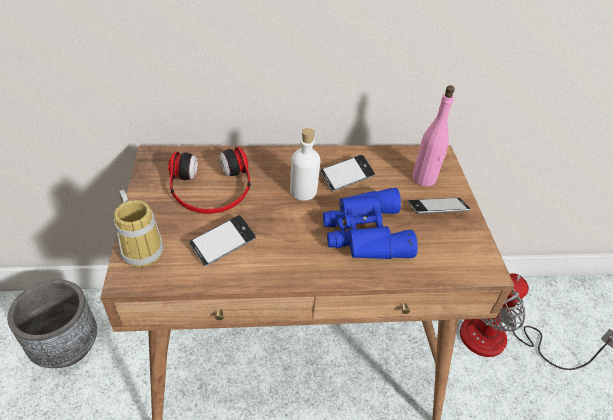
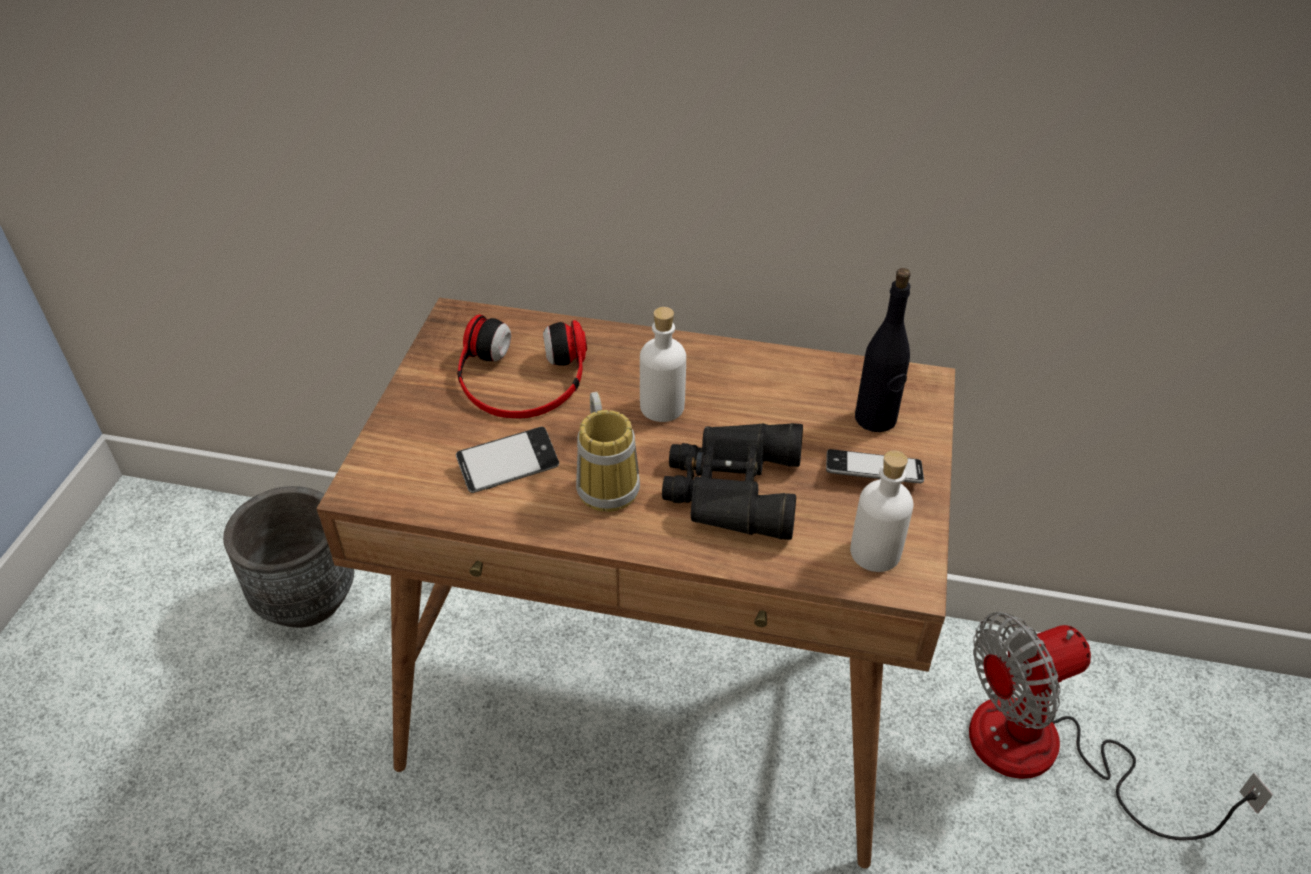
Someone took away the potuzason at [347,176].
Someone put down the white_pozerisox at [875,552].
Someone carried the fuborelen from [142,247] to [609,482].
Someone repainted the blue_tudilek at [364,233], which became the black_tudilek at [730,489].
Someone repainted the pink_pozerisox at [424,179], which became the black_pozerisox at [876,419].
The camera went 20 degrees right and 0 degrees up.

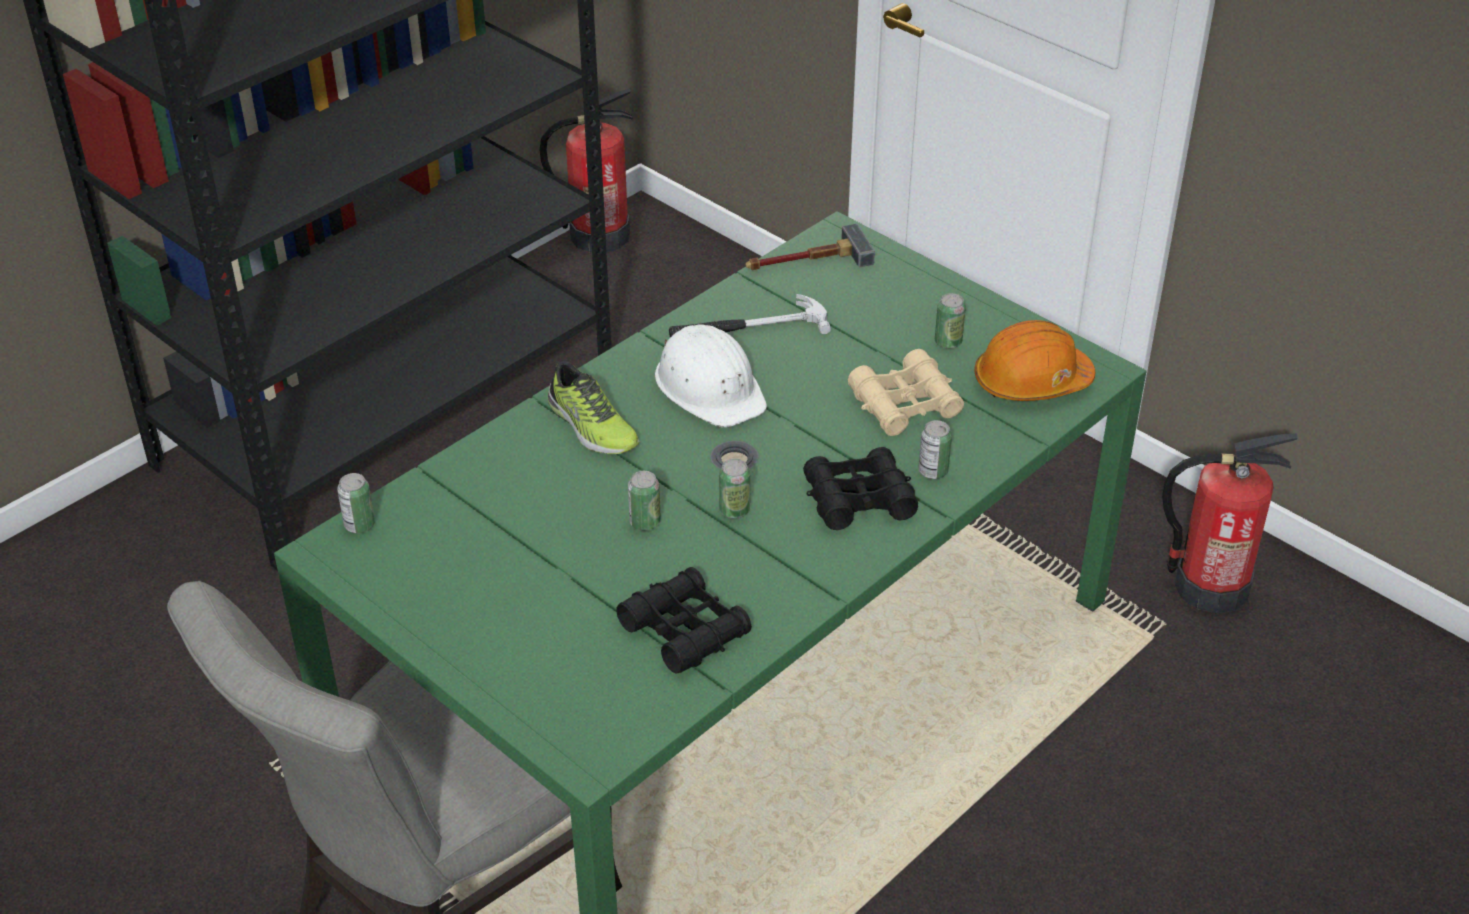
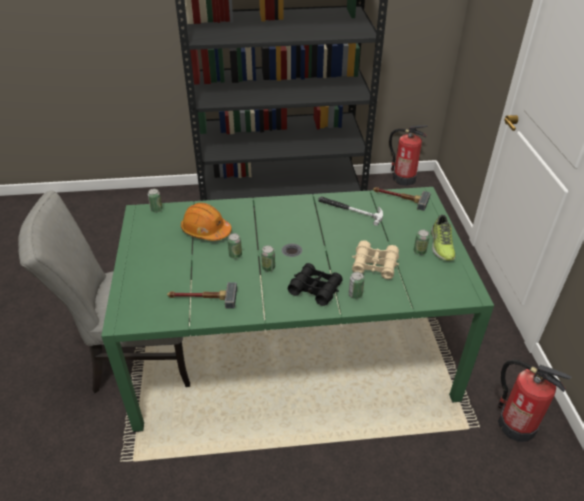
Someone took away the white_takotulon at [710,387].
Someone carried the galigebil from [591,426] to [441,245].
Someone carried the orange_takotulon from [1031,382] to [206,230].
Someone swapped the black_tudilek at [684,630] for the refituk at [201,298].
The camera went 40 degrees right and 0 degrees up.

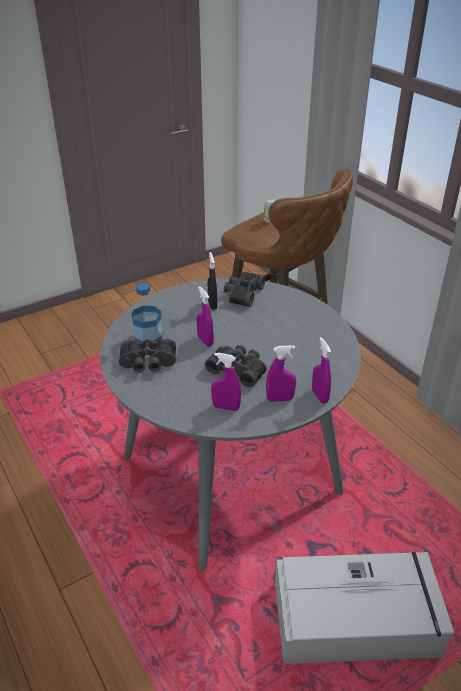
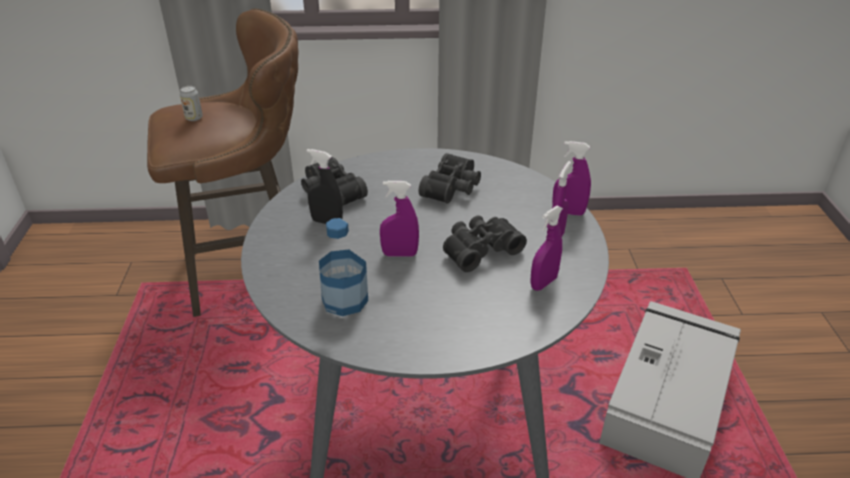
Someone carried the black_tudilek from [148,363] to [453,188].
The camera went 60 degrees left and 0 degrees up.

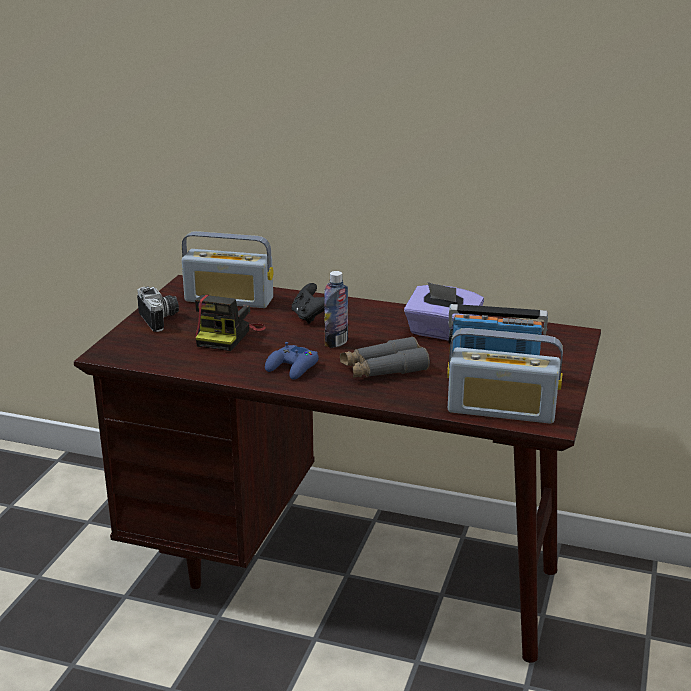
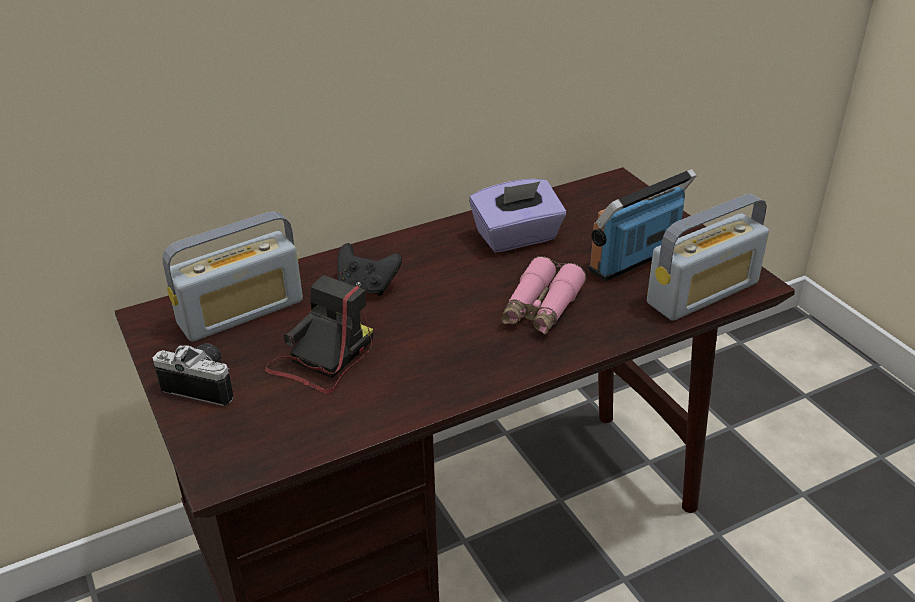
Someone took away the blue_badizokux at [292,368].
Someone took away the pozerisox at [336,342].
Someone repainted the grey_tudilek at [383,369], which became the pink_tudilek at [541,308].
Someone rotated the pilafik at [228,336] by 120 degrees counterclockwise.
The camera went 45 degrees left and 10 degrees up.

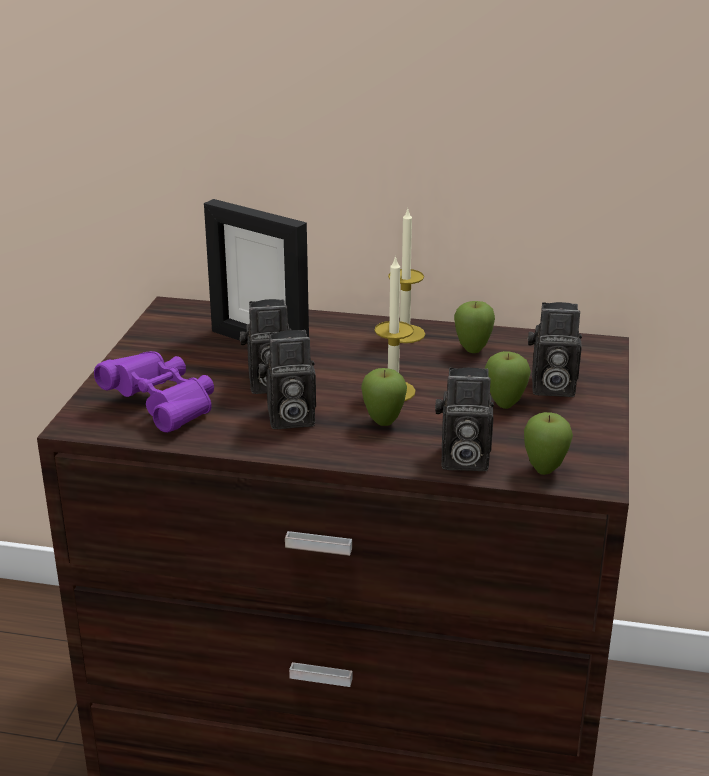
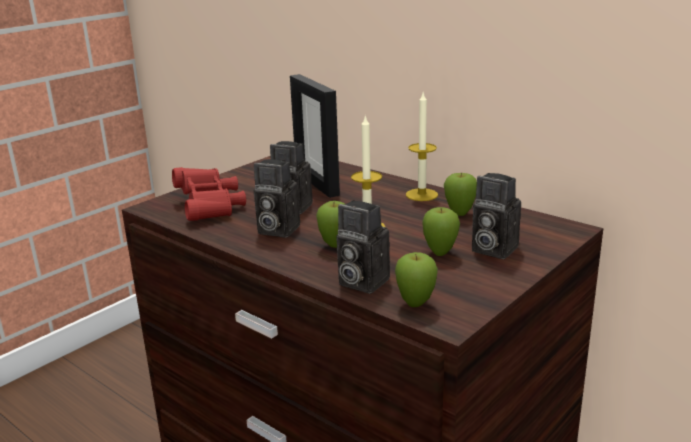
Someone repainted the purple_tudilek at [163,407], which became the red_tudilek at [210,207].
The camera went 30 degrees right and 5 degrees down.

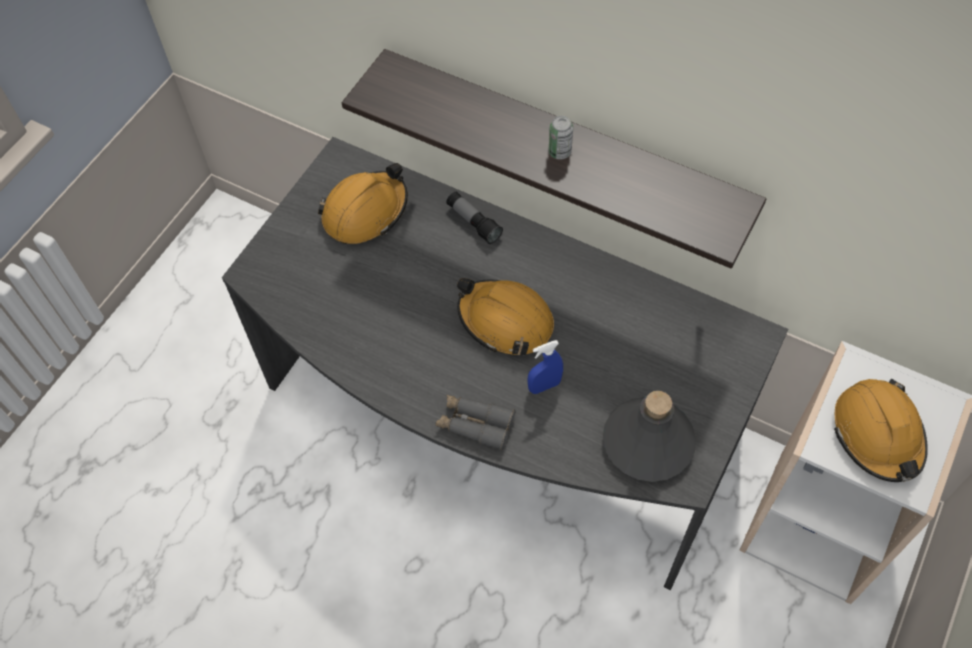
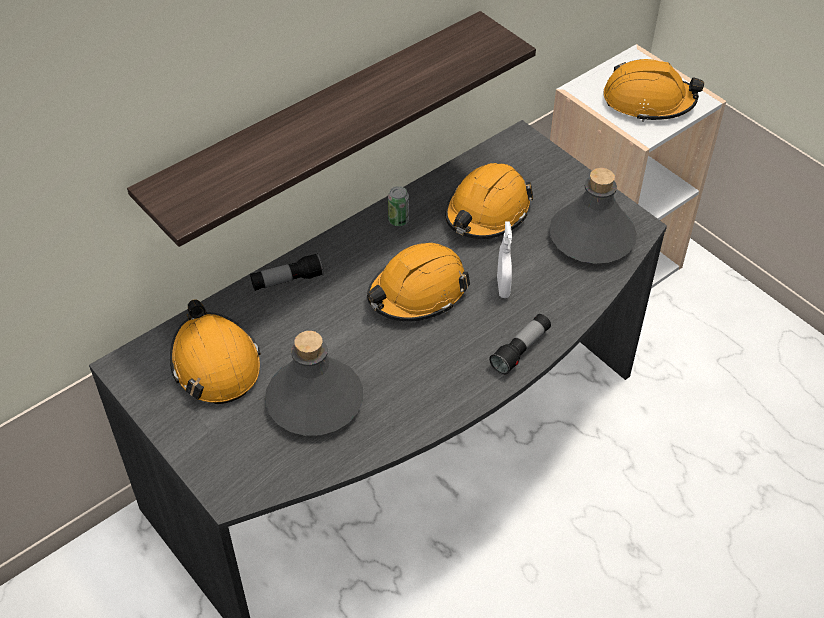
Someone put down the grey_pozerisox at [315,400].
Someone put down the orange_takotulon at [487,212].
Someone carried the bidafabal from [559,152] to [398,220].
Someone swapped the grey_tudilek at [475,424] for the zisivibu at [521,350].
Someone repainted the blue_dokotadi at [544,386], which became the white_dokotadi at [503,287].
The camera went 70 degrees left and 10 degrees down.

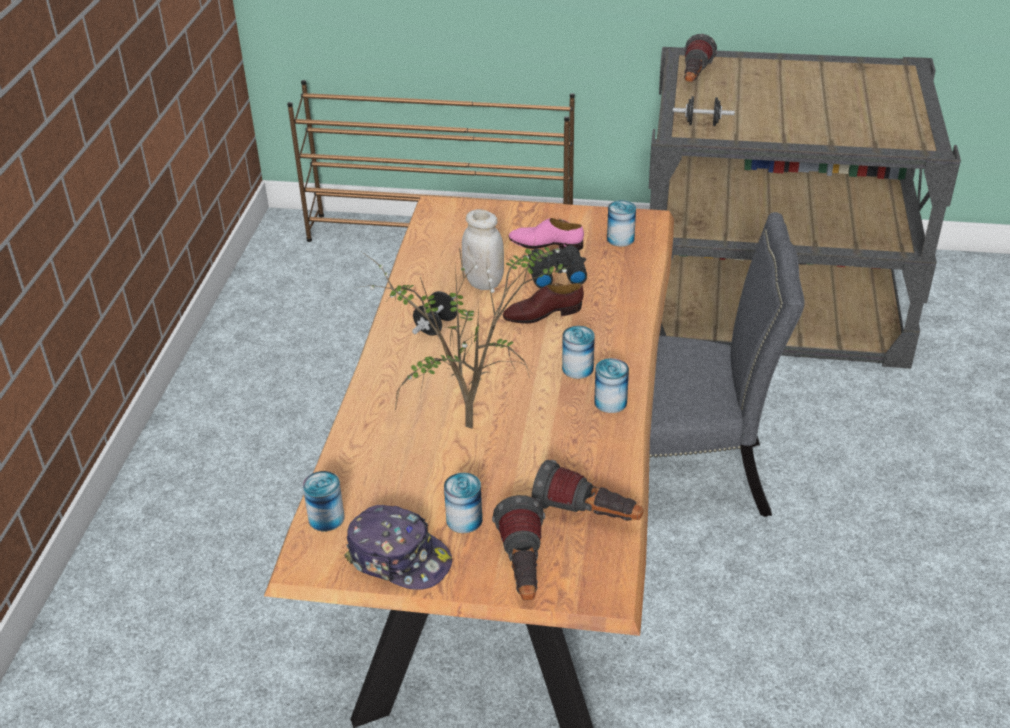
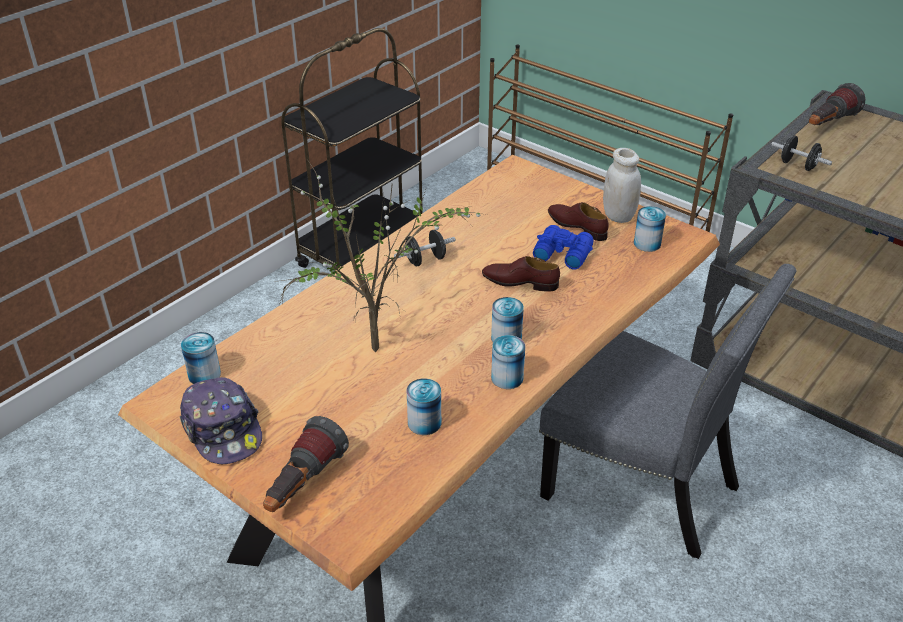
Someone took away the zisivibu at [587,515].
Someone put down the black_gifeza at [362,251].
Someone carried the bidafabal from [464,520] to [424,423].
Someone carried the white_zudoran from [484,282] to [618,216].
Someone repainted the pink_galigebil at [546,244], which became the brown_galigebil at [577,226].
Someone repainted the black_tudilek at [555,274], which became the blue_tudilek at [562,253].
The camera went 30 degrees right and 0 degrees up.

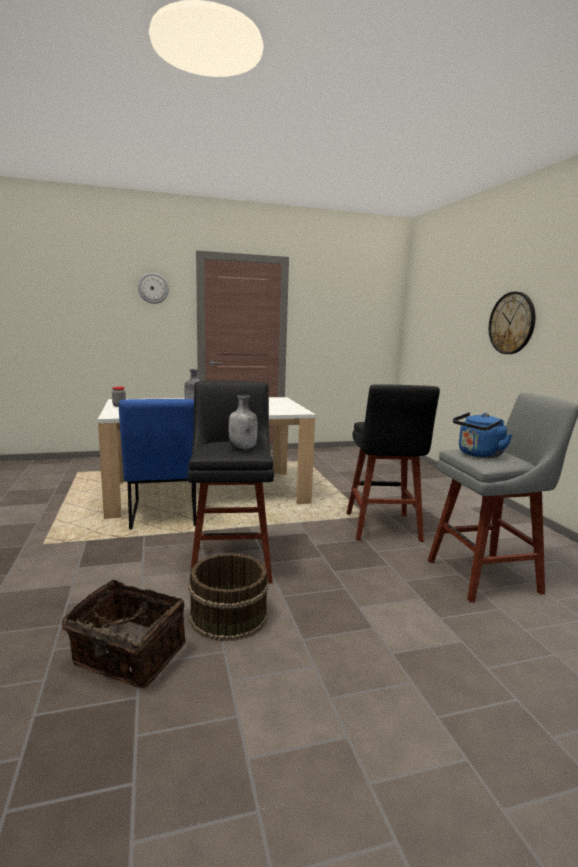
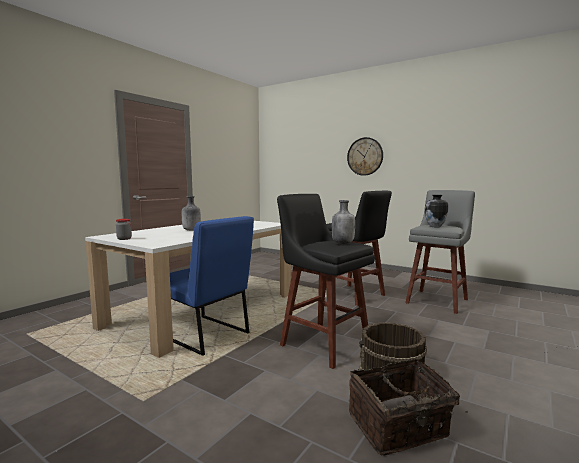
Someone took away the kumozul at [153,288].
Someone swapped the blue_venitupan at [478,455] for the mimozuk at [435,226].
The camera went 40 degrees left and 5 degrees down.

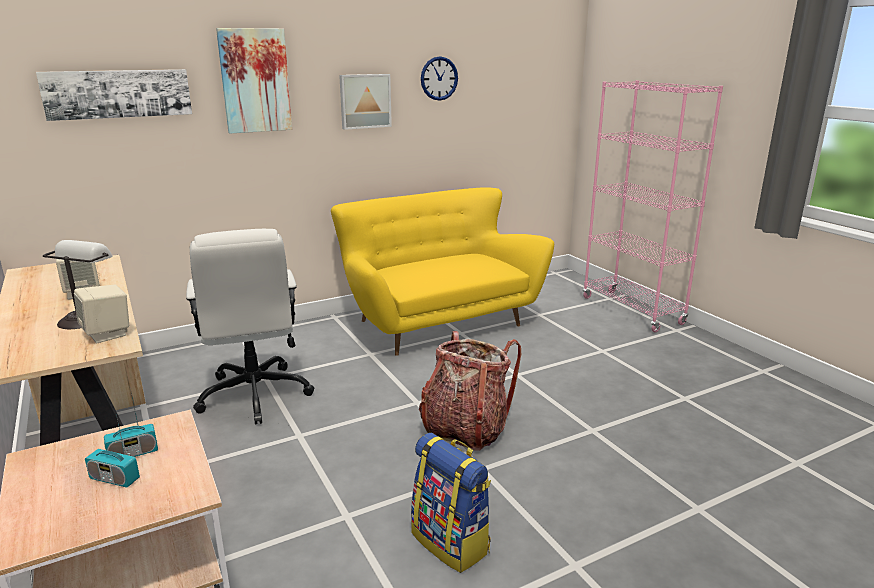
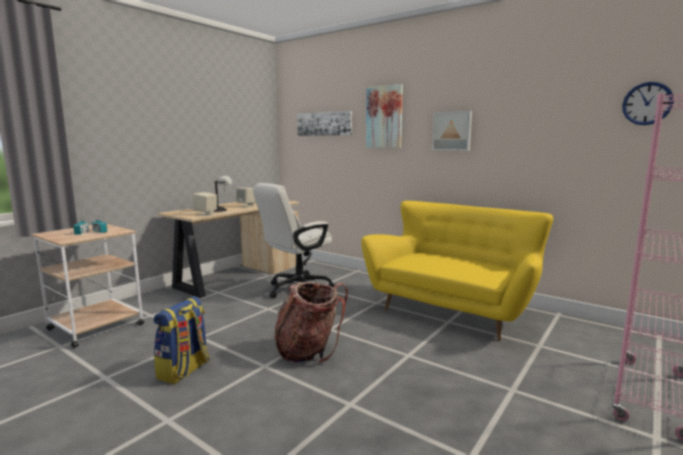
Someone carried the kumozul from [439,78] to [647,103].
The camera went 65 degrees right and 10 degrees down.

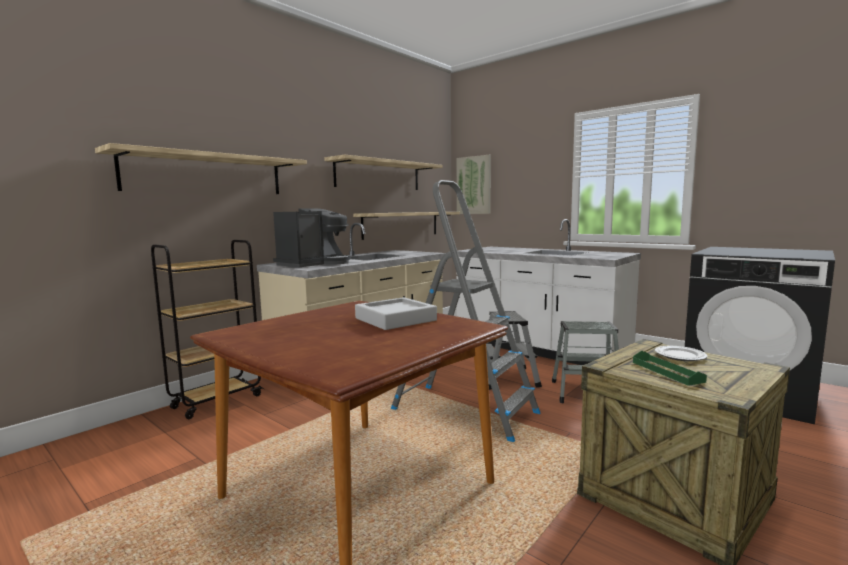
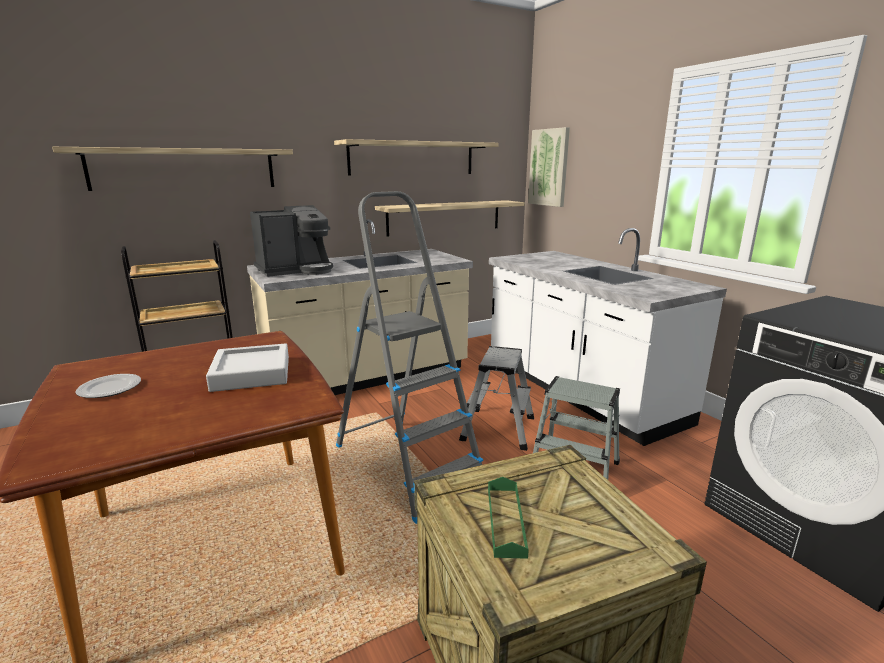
Someone carried the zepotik from [679,356] to [109,389].
The camera went 20 degrees right and 10 degrees up.

